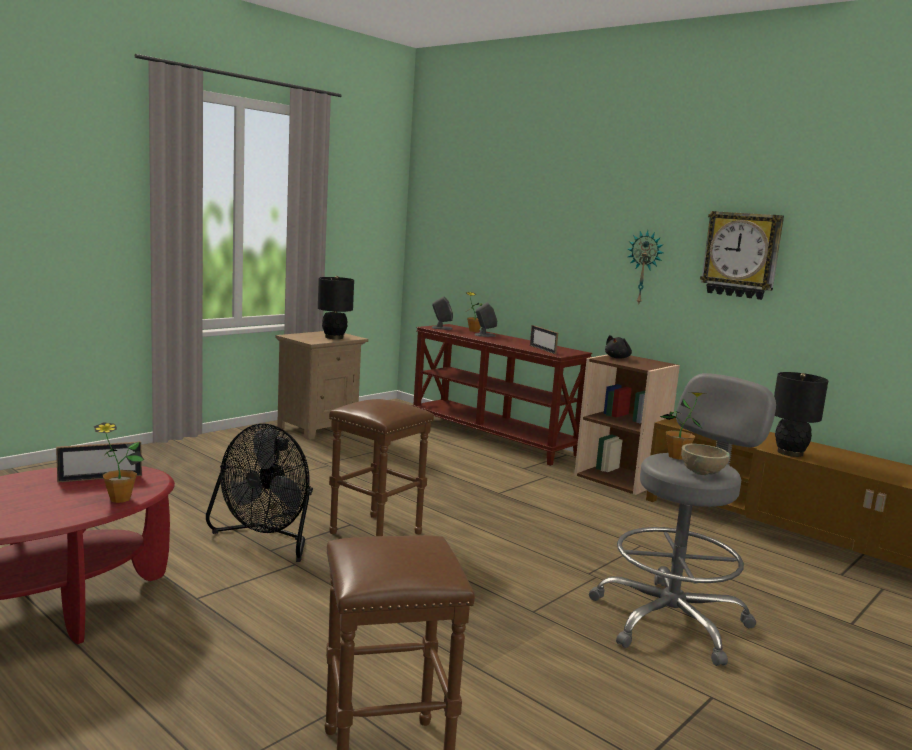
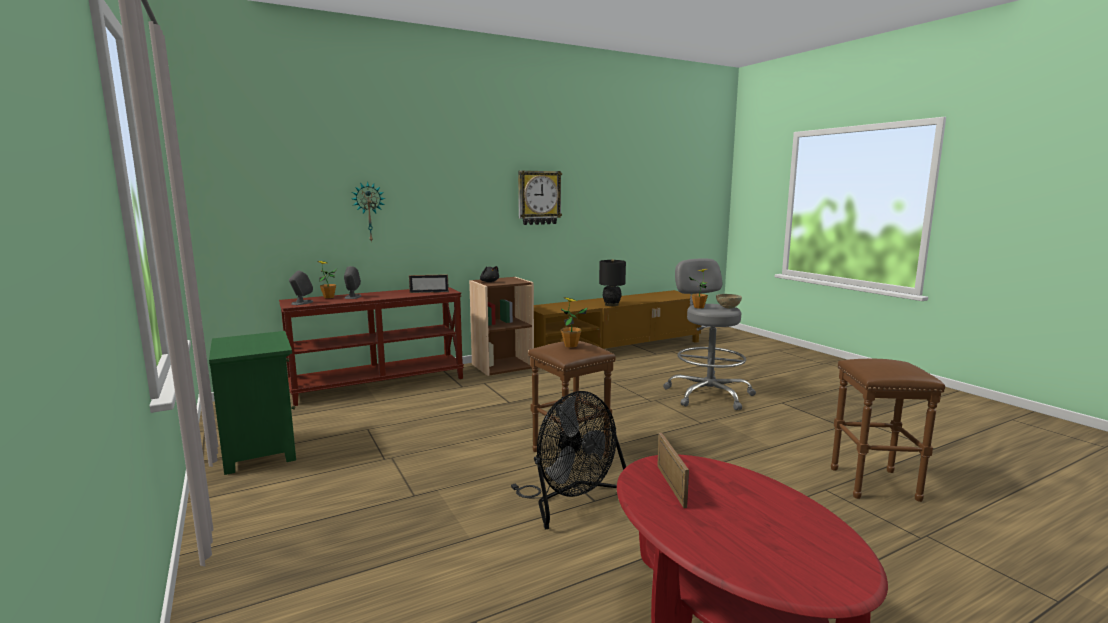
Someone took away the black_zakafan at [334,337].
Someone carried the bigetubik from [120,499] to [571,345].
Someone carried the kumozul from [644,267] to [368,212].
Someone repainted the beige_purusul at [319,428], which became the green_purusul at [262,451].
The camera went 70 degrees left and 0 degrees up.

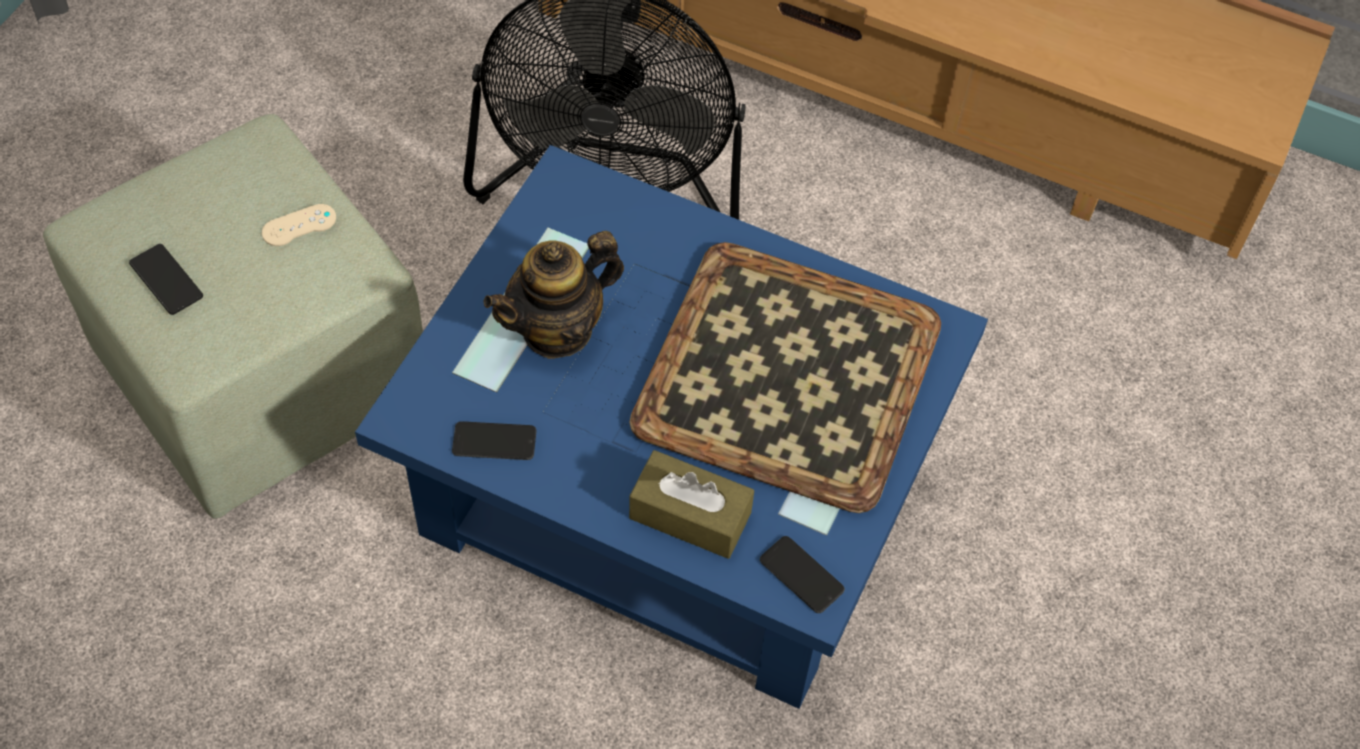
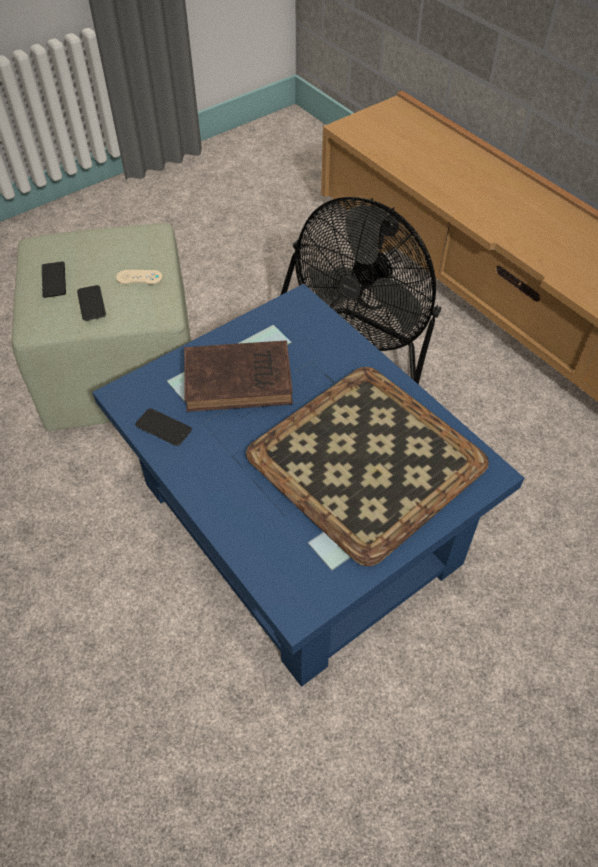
Someone took away the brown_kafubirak at [690,515].
Someone carried the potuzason from [801,575] to [91,303].
Someone swapped the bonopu at [557,329] for the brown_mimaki at [241,380].
The camera went 30 degrees right and 5 degrees down.

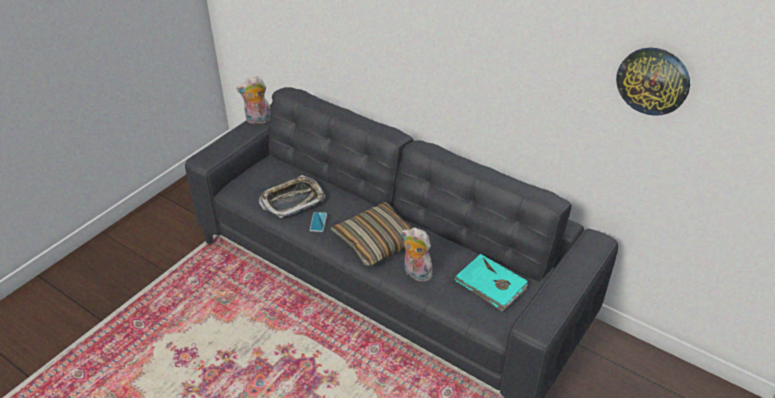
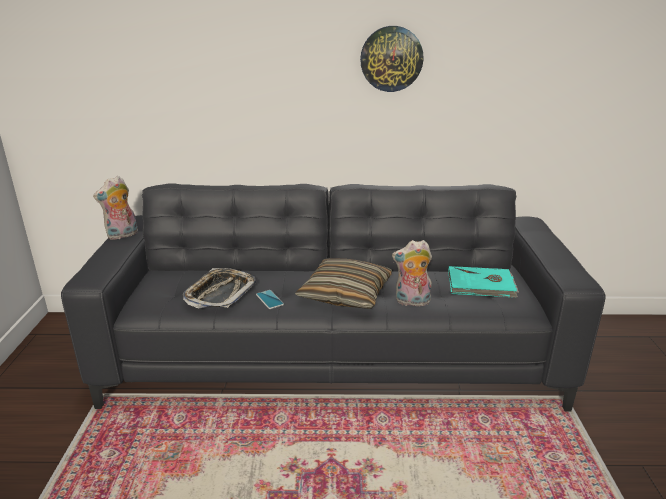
Someone carried the kumozul from [653,81] to [391,59].
The camera went 35 degrees left and 15 degrees down.

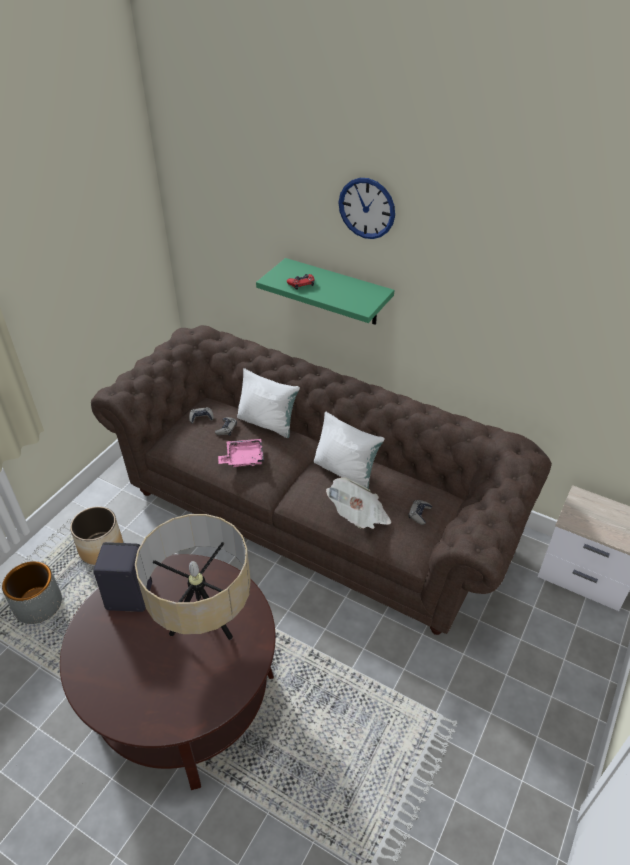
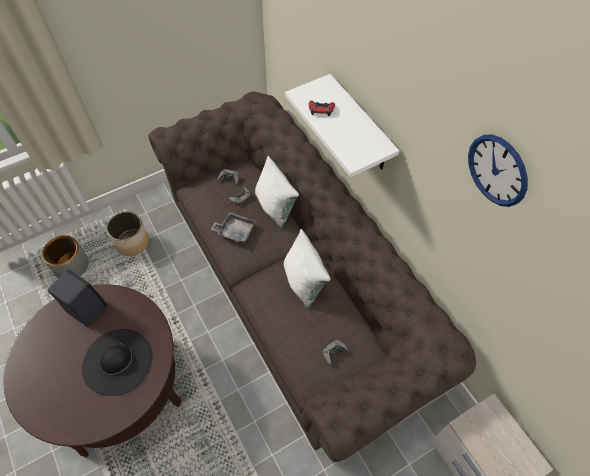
Someone took away the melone at [358,515].
Someone carried the kumozul from [367,208] to [497,170].
Someone swapped the beige_zakafan at [205,626] for the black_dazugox at [117,361].
Someone repainted the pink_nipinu at [243,458], which became the grey_nipinu at [235,231].
Someone repainted the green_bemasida at [337,292], which became the white_bemasida at [360,125].
The camera went 30 degrees right and 15 degrees up.

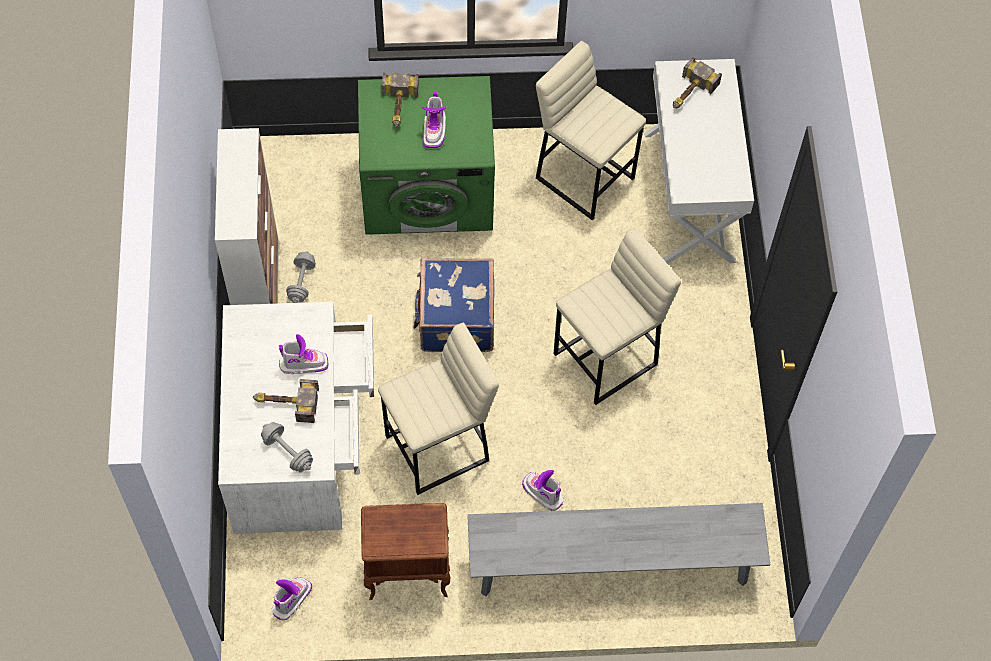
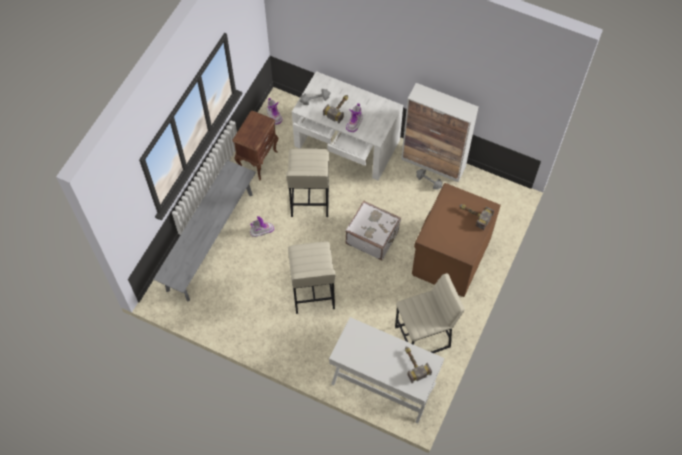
Someone took away the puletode at [434,130].
Someone repainted the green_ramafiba at [429,196], which became the brown_ramafiba at [449,258].
Someone repainted the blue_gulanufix at [455,319], which became the white_gulanufix at [372,237].
The camera went 120 degrees right and 0 degrees up.

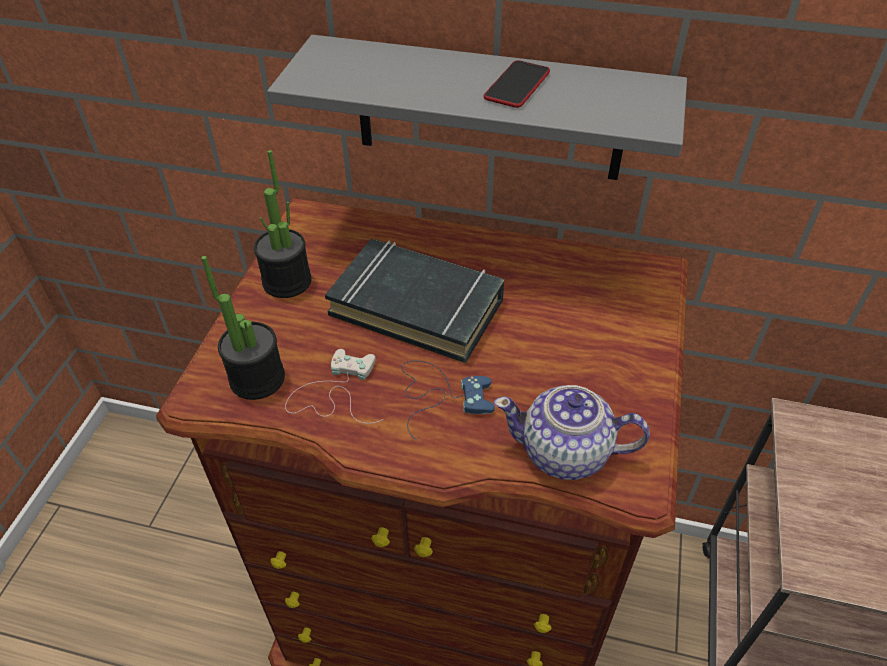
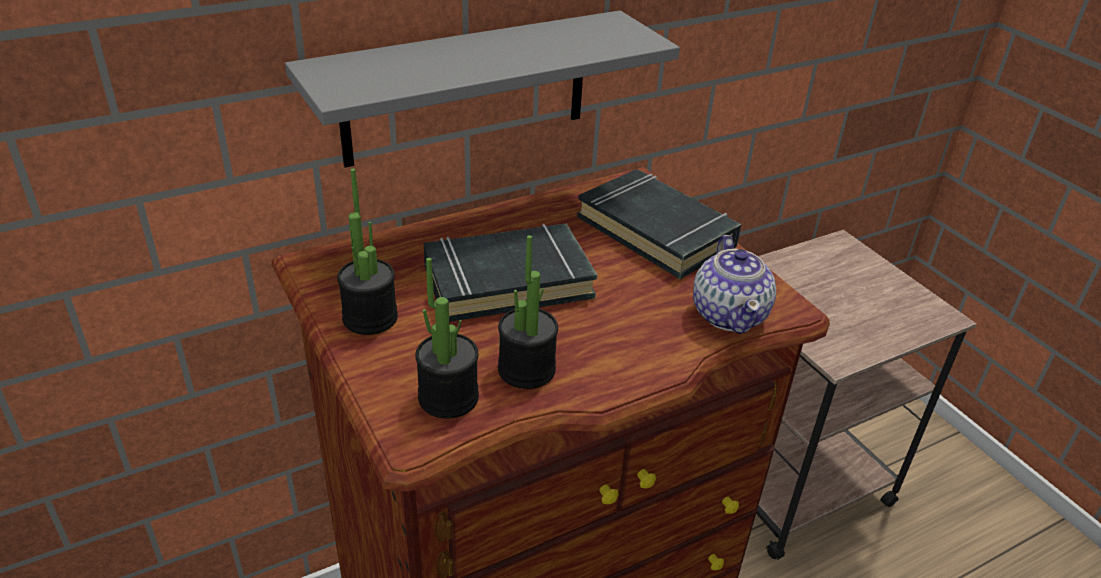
Someone took away the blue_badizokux at [440,394].
Someone took away the potuzason at [517,85].
Someone put down the black_mimaki at [657,231].
Someone swapped the white_badizokux at [335,392] for the bigetubik at [526,369].
Someone rotated the bonopu at [566,453] by 60 degrees counterclockwise.
The camera went 45 degrees left and 10 degrees down.

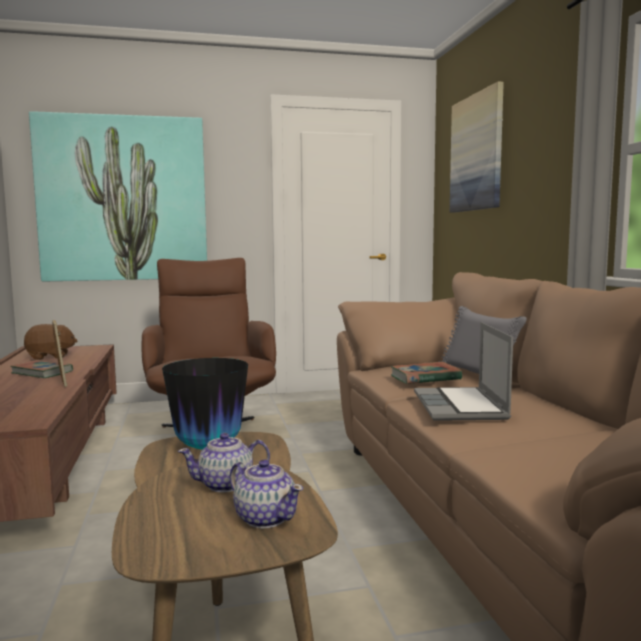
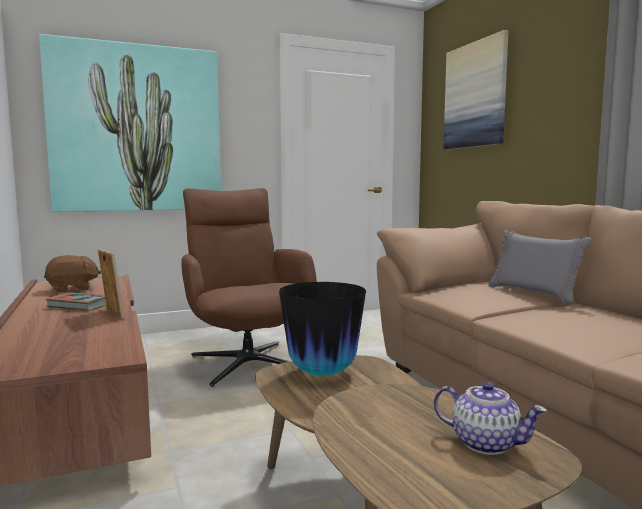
Someone took away the bonopu at [226,485].
Someone took away the mimaki at [425,378].
Someone took away the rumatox at [461,407].
The camera went 10 degrees left and 0 degrees up.

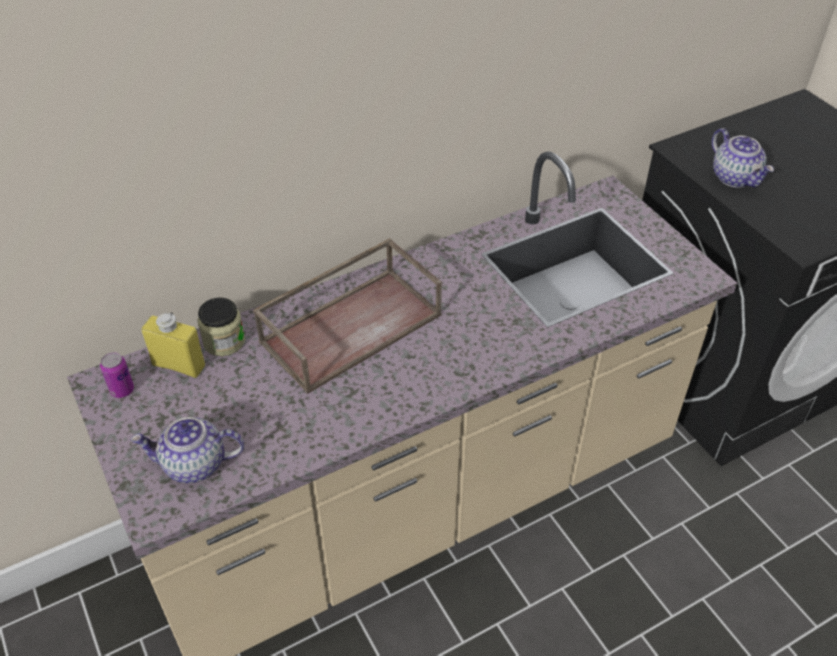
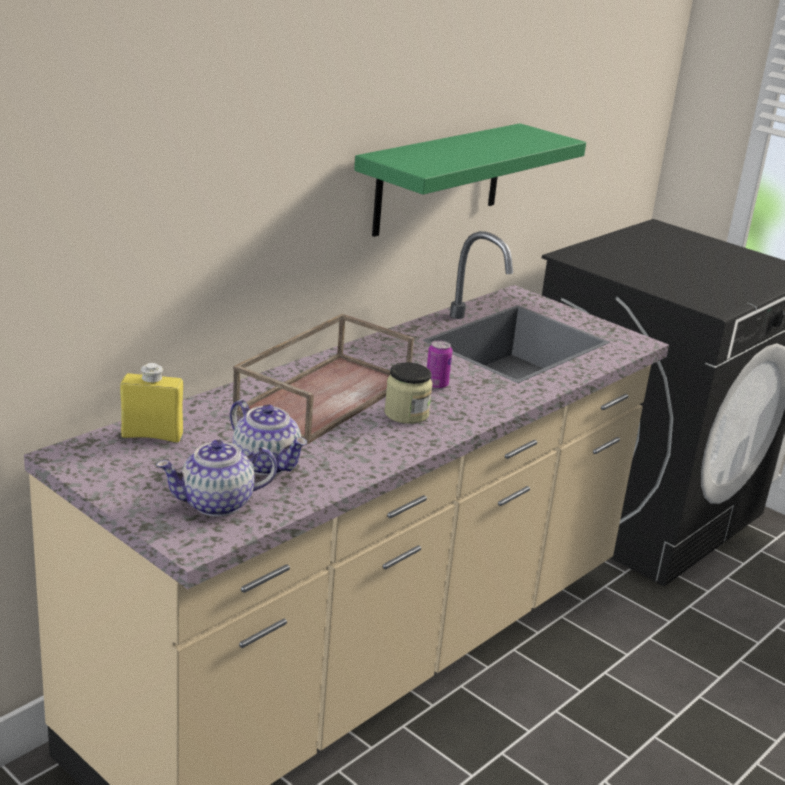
Someone put up the green_bemasida at [439,179].
Someone carried the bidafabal from [122,390] to [436,385].
Someone carried the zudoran from [224,341] to [406,414].
Someone carried the bonopu from [735,178] to [267,464].
The camera went 20 degrees left and 20 degrees down.

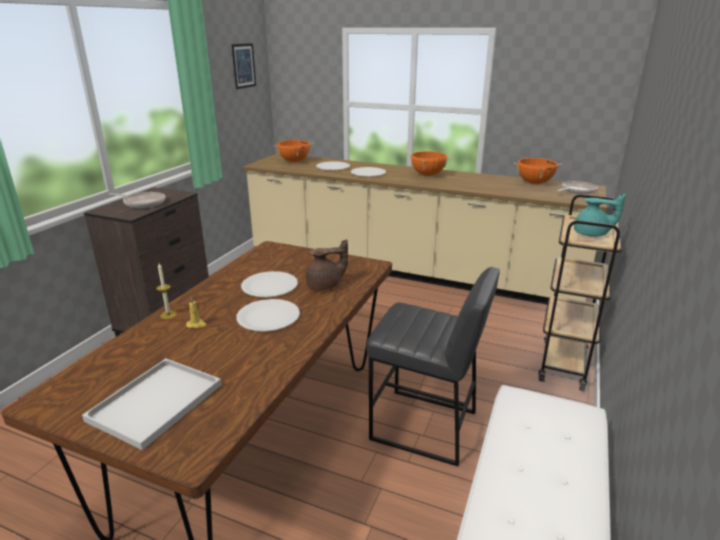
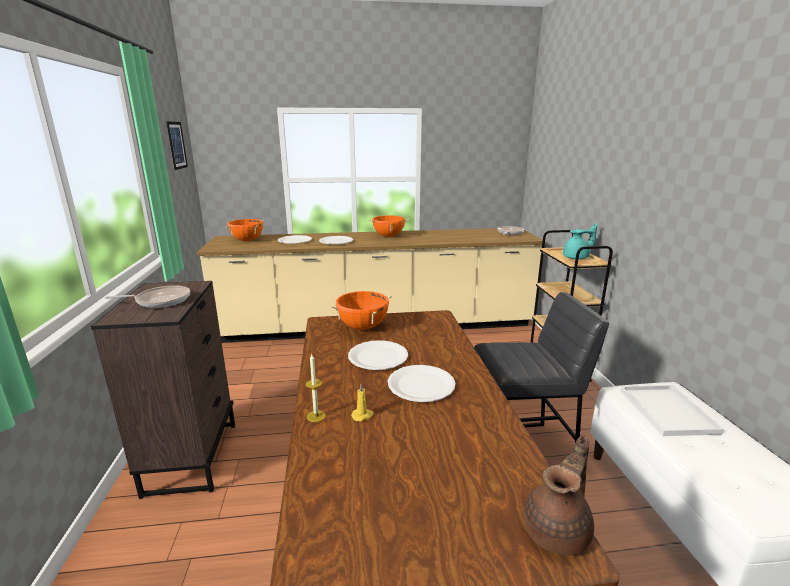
Someone carried the white_nipinu from [155,404] to [669,412].
Someone carried the brown_bonopu from [325,285] to [558,530].
Someone carried the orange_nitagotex from [534,183] to [363,327].
The camera went 30 degrees left and 5 degrees down.

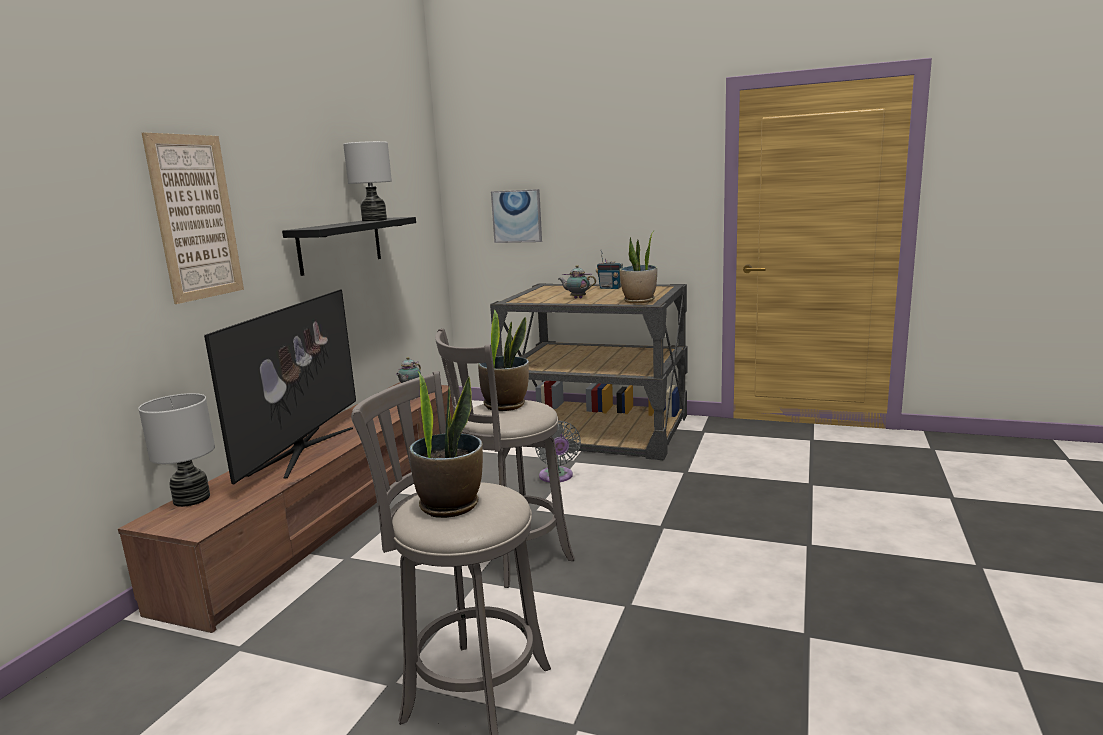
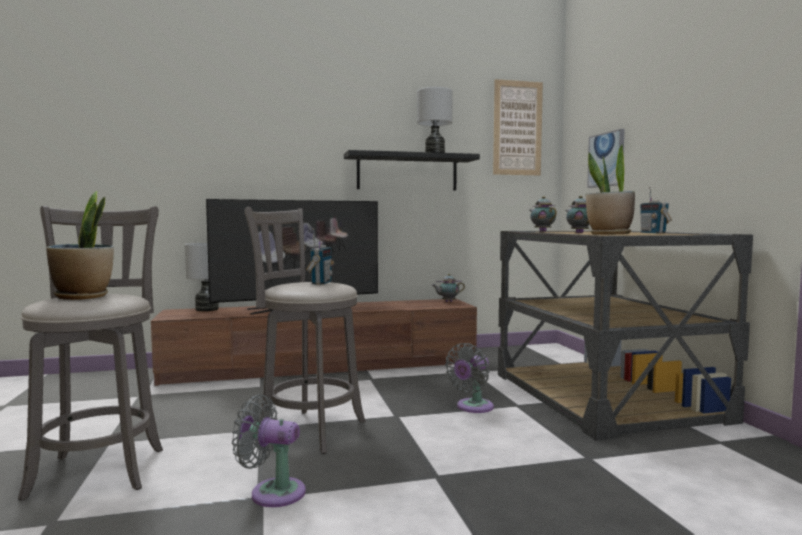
Someone put down the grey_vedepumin at [272,492].
Someone put down the bonopu at [542,231].
Someone carried the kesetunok from [196,217] to [517,128].
Someone swapped the bigetubik at [505,405] for the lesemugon at [321,283].
The camera went 55 degrees right and 10 degrees down.

